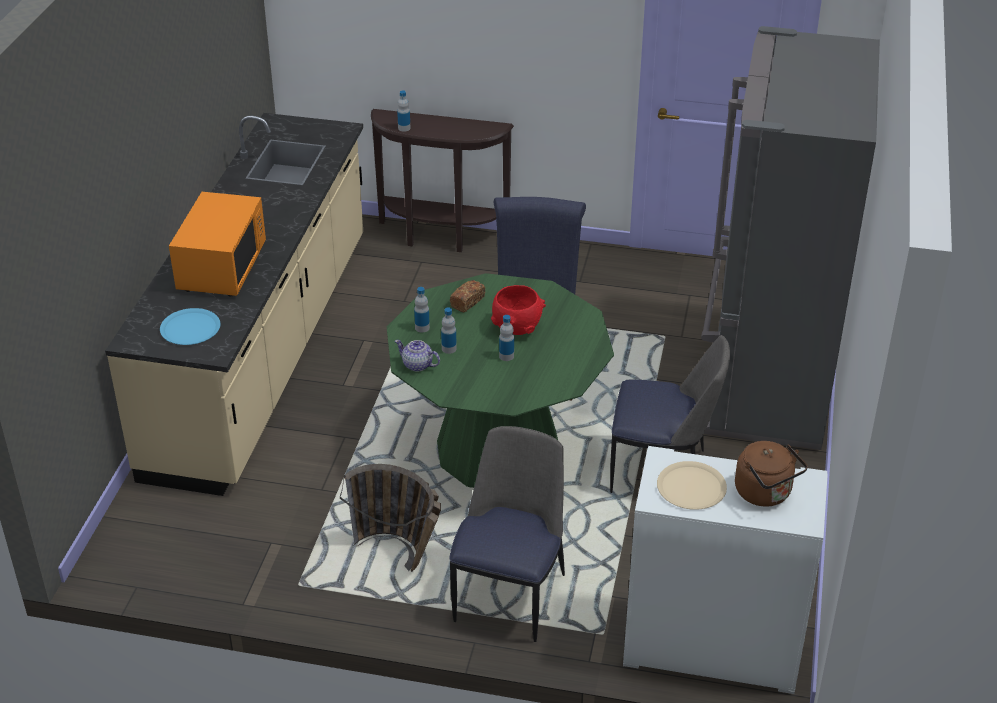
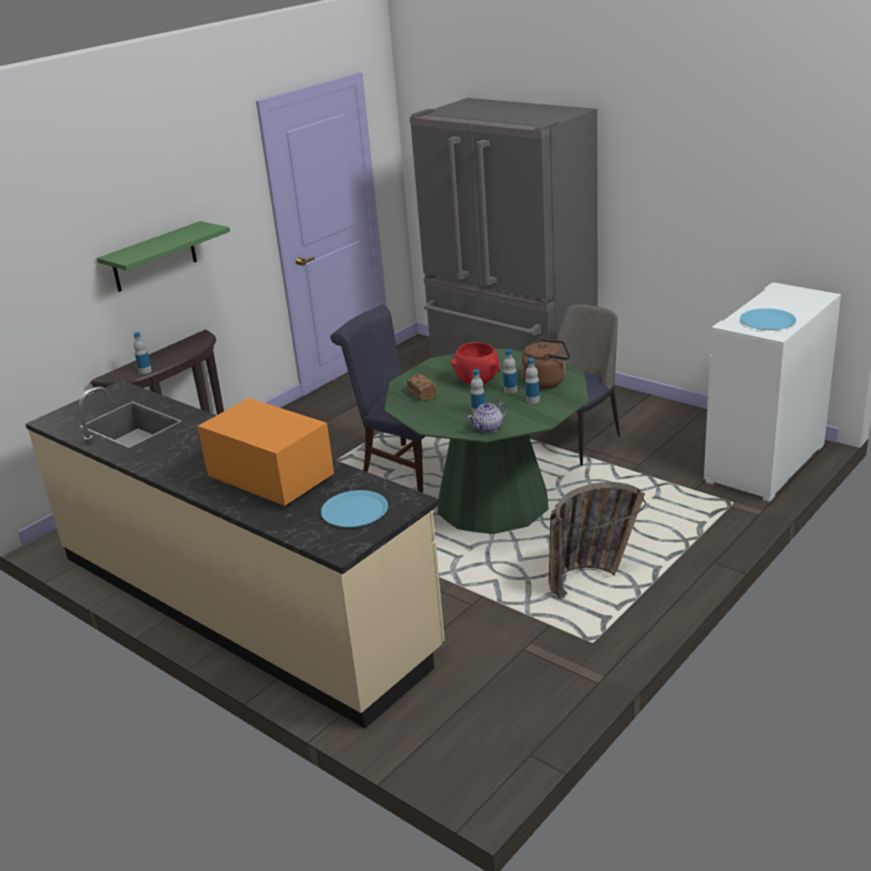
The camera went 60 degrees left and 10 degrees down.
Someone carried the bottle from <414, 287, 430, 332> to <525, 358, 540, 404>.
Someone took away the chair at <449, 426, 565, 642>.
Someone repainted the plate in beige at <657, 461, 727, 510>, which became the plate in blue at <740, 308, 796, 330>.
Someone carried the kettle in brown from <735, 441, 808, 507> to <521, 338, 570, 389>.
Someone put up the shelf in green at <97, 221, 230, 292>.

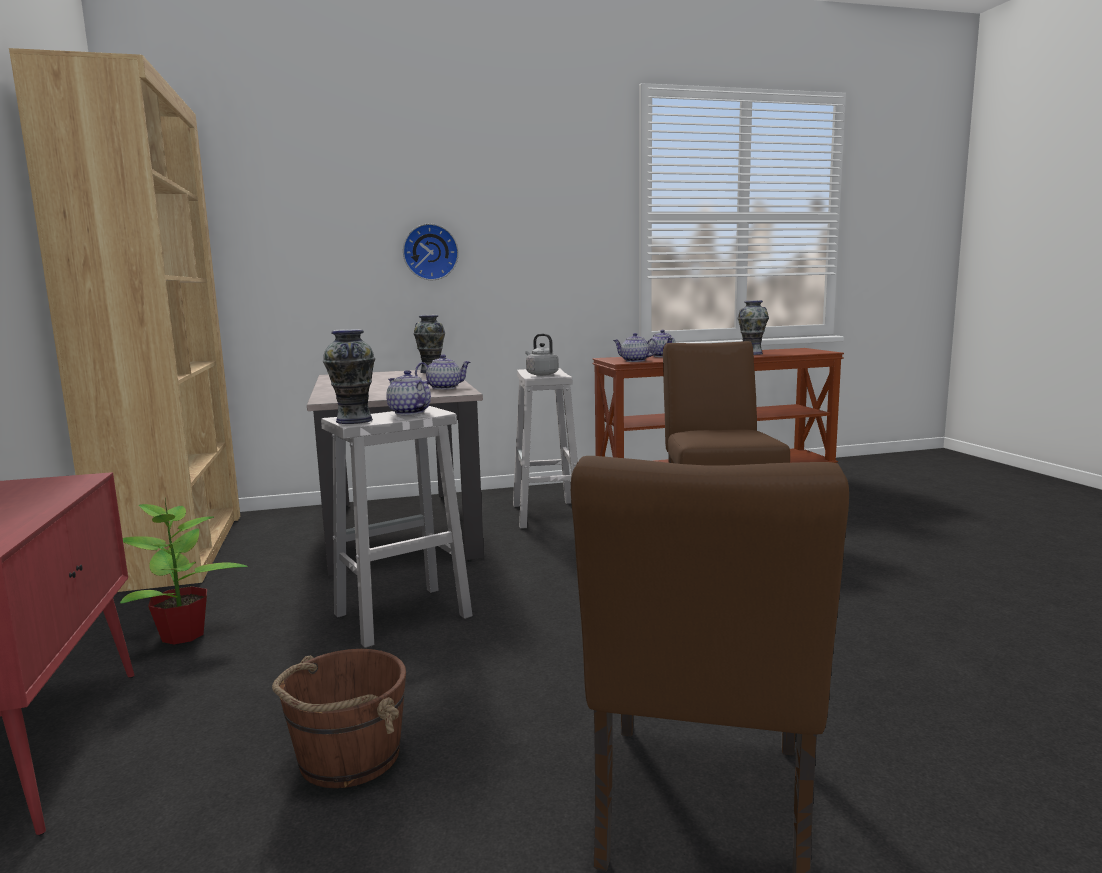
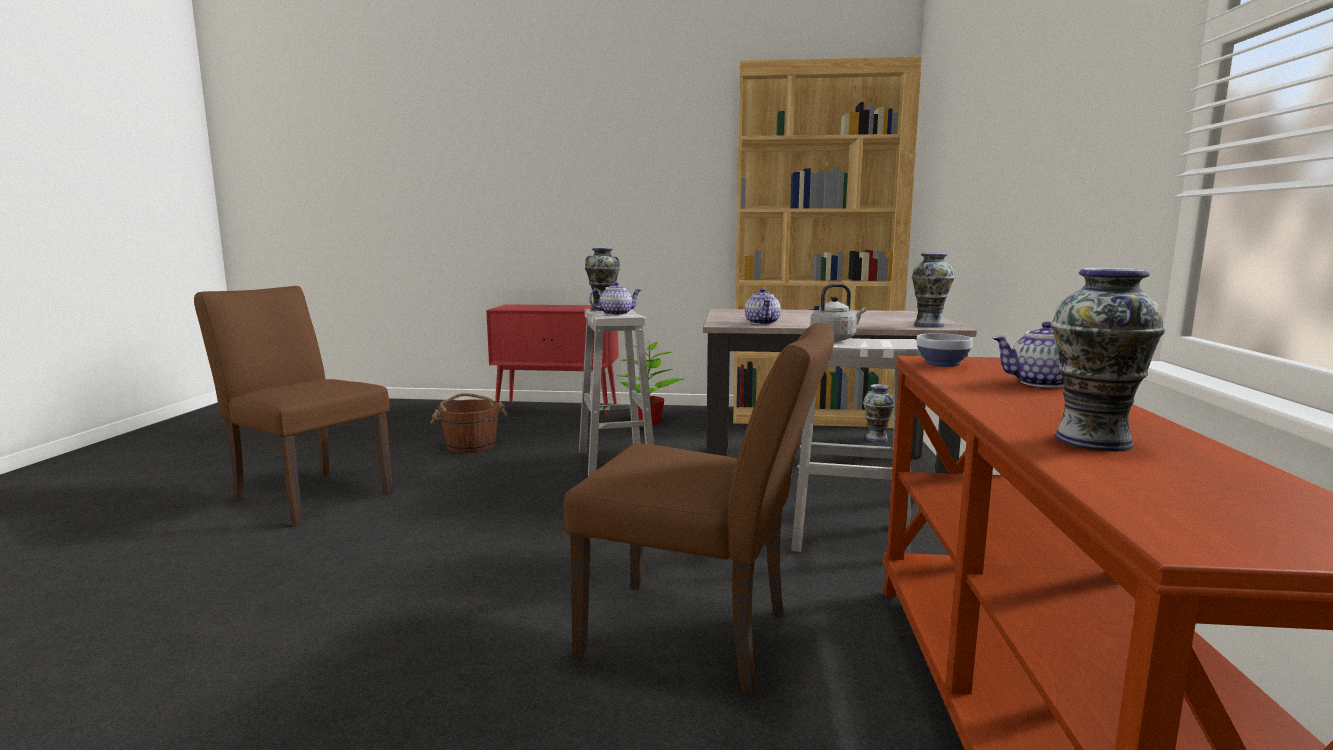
The camera went 110 degrees right and 0 degrees up.
Someone took away the wall clock at <403, 224, 459, 280>.
Someone swapped the teapot at <613, 333, 658, 362> for the bowl at <916, 333, 973, 367>.
Someone put down the vase at <863, 384, 894, 442>.

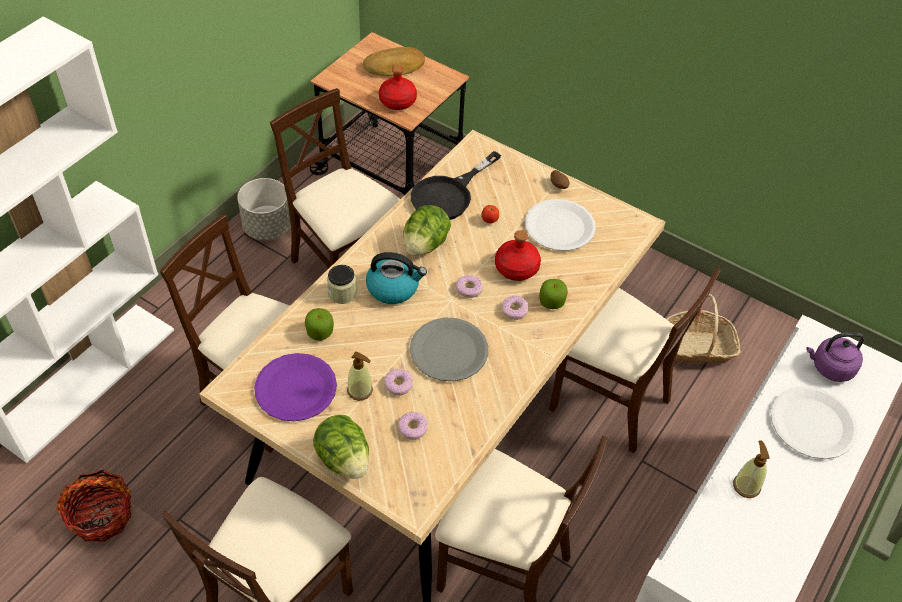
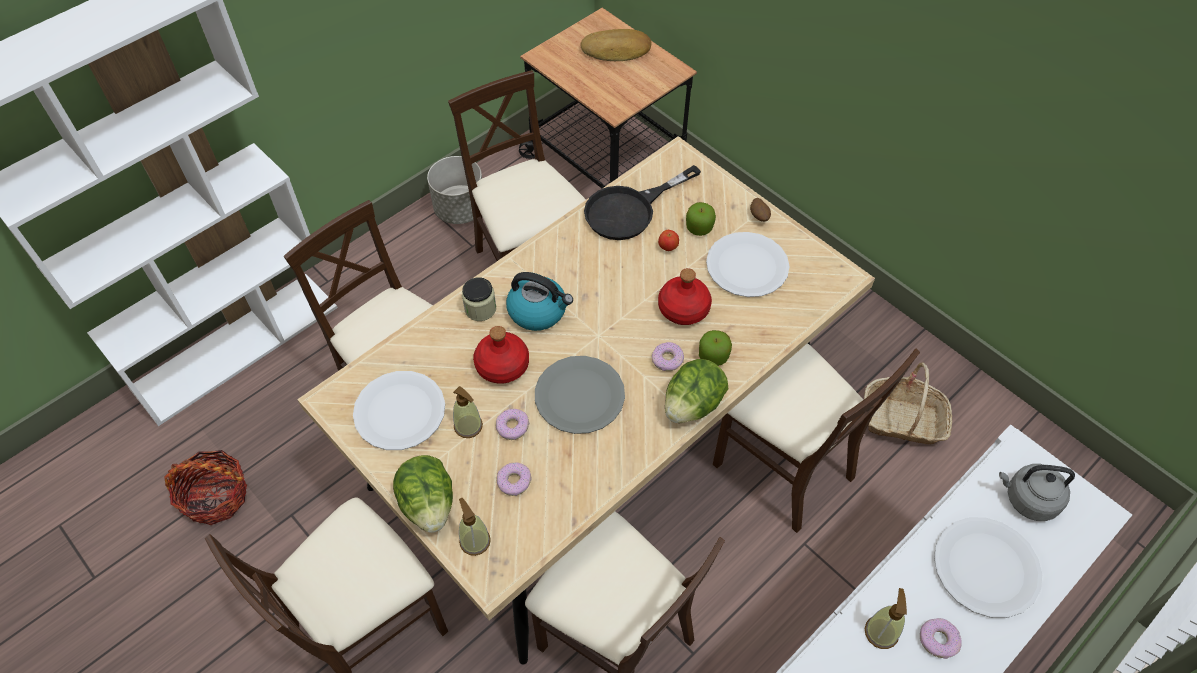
The camera went 15 degrees right and 5 degrees up.
Someone repainted the plate in purple at <254, 353, 337, 421>, which became the plate in white at <353, 371, 445, 450>.
Someone carried the apple from <305, 308, 334, 341> to <686, 202, 716, 236>.
Someone carried the bottle in red from <379, 66, 417, 110> to <473, 326, 529, 384>.
Someone carried the lettuce from <403, 205, 451, 256> to <665, 359, 728, 423>.
Someone carried the donut from <456, 275, 483, 298> to <920, 618, 962, 659>.
Someone repainted the kettle in purple at <806, 333, 865, 382>, which became the kettle in grey at <999, 464, 1075, 521>.
Someone put down the soap dispenser at <459, 498, 491, 556>.

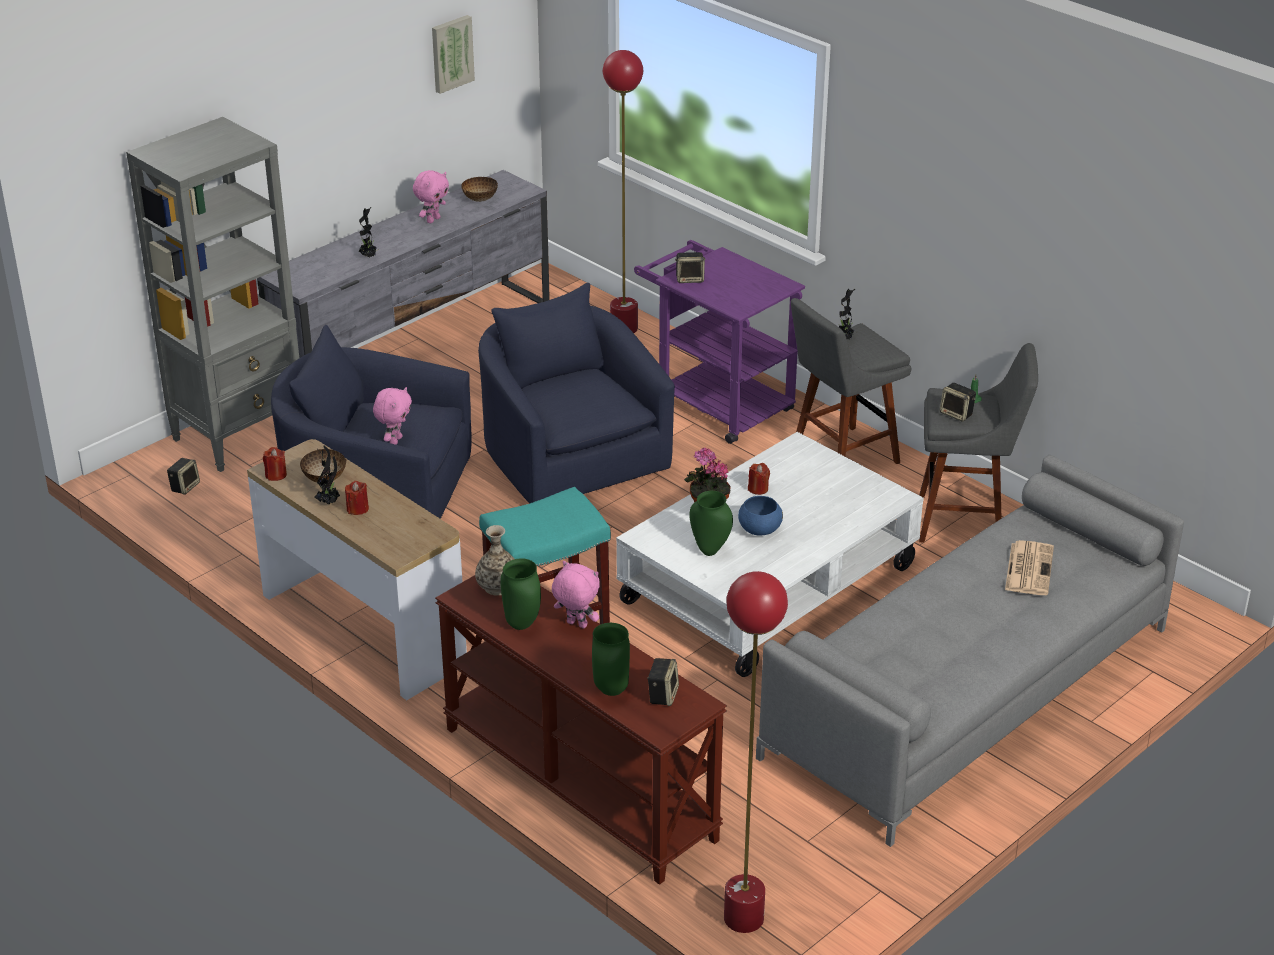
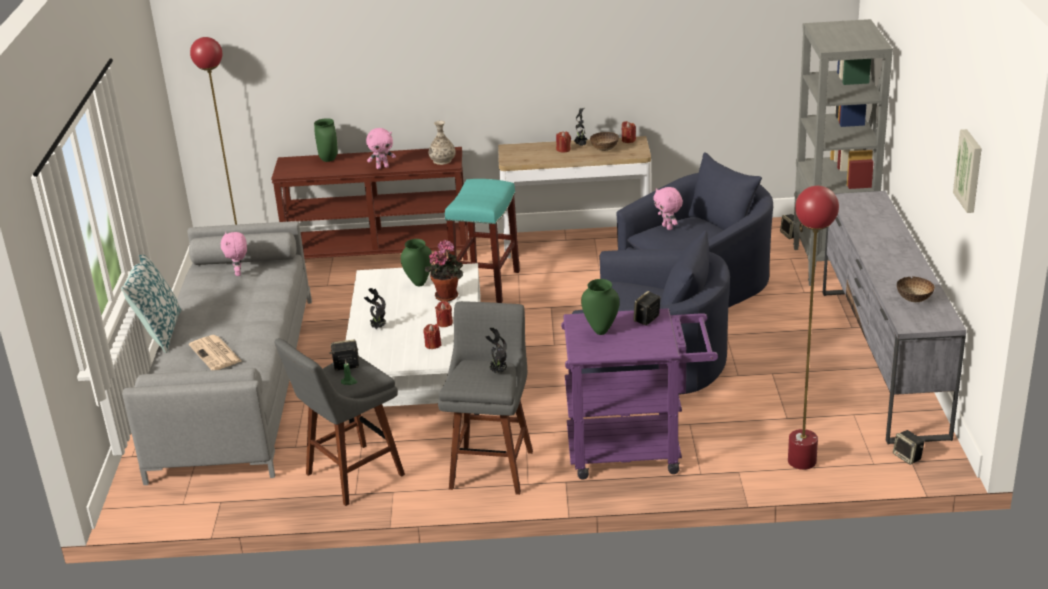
The camera went 135 degrees right and 5 degrees down.
Someone carried the potted plant from <359, 207, 377, 258> to <364, 288, 386, 329>.
Someone carried the plush toy in pink from <413, 170, 449, 223> to <221, 232, 247, 276>.
Someone carried the vase in green from <500, 558, 541, 630> to <581, 279, 620, 335>.
Someone carried the speaker from <647, 658, 679, 706> to <893, 430, 924, 465>.
Someone took away the bowl in blue at <738, 496, 783, 535>.
Someone put down the pillow at <121, 255, 181, 353>.
Someone put down the candle in red at <423, 324, 441, 349>.

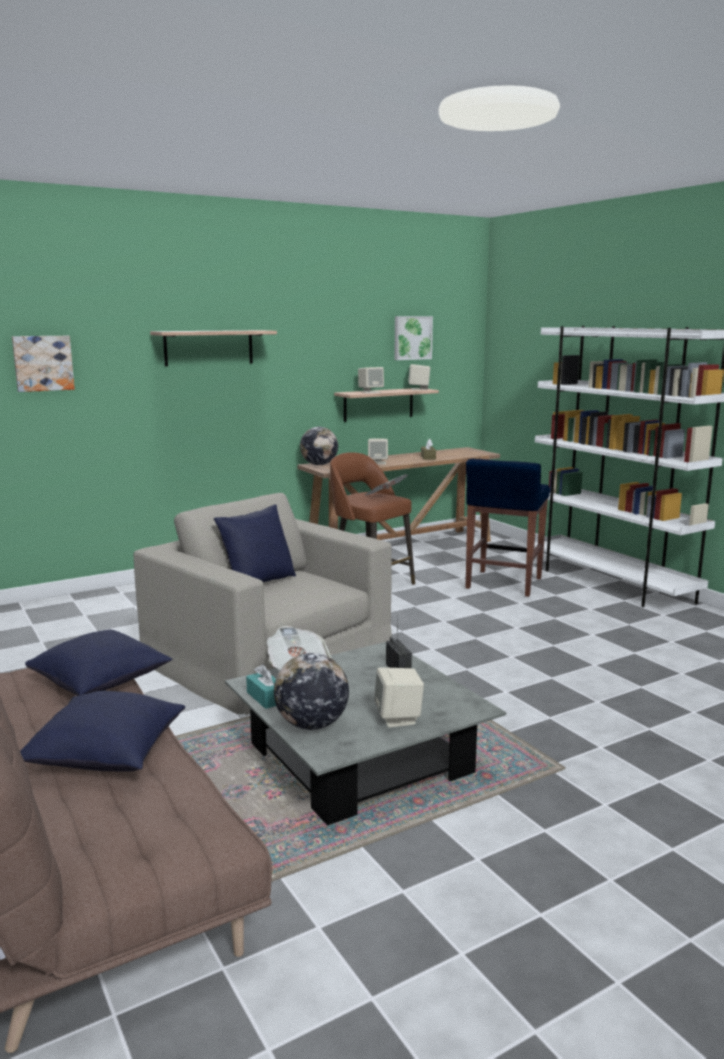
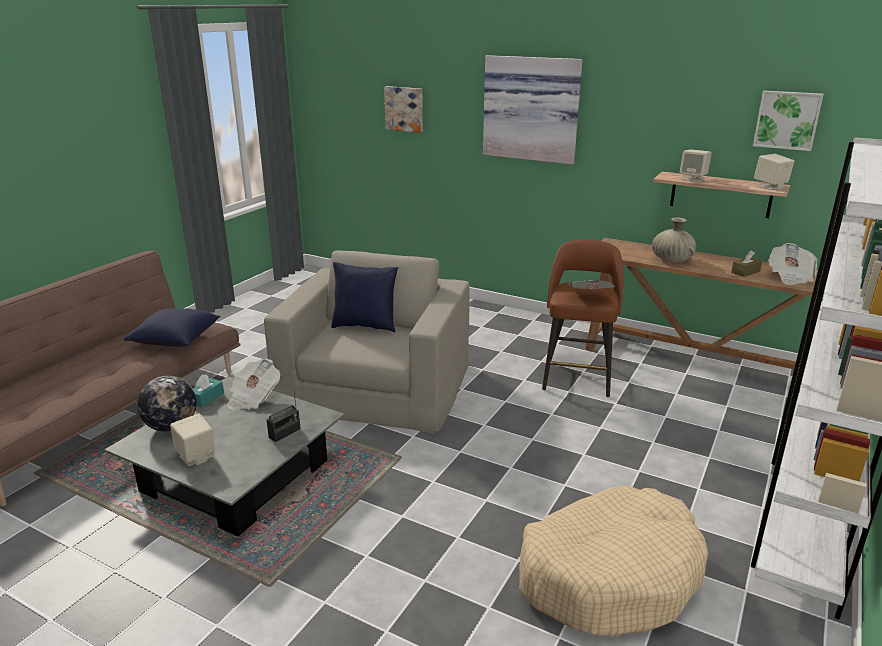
The camera went 60 degrees right and 10 degrees up.
Someone took away the pillow in blue at <20, 691, 185, 772>.
Someone swapped the shelf at <150, 330, 277, 366> for the picture at <483, 55, 583, 164>.
Someone took away the globe at <300, 427, 338, 465>.
Someone swapped the speaker in beige at <368, 439, 388, 465> for the vase in beige at <652, 217, 696, 263>.
Someone took away the stool in blue at <465, 459, 550, 597>.
Someone put down the dog bed in beige at <519, 485, 708, 637>.
Someone put down the newspaper at <768, 243, 818, 285>.

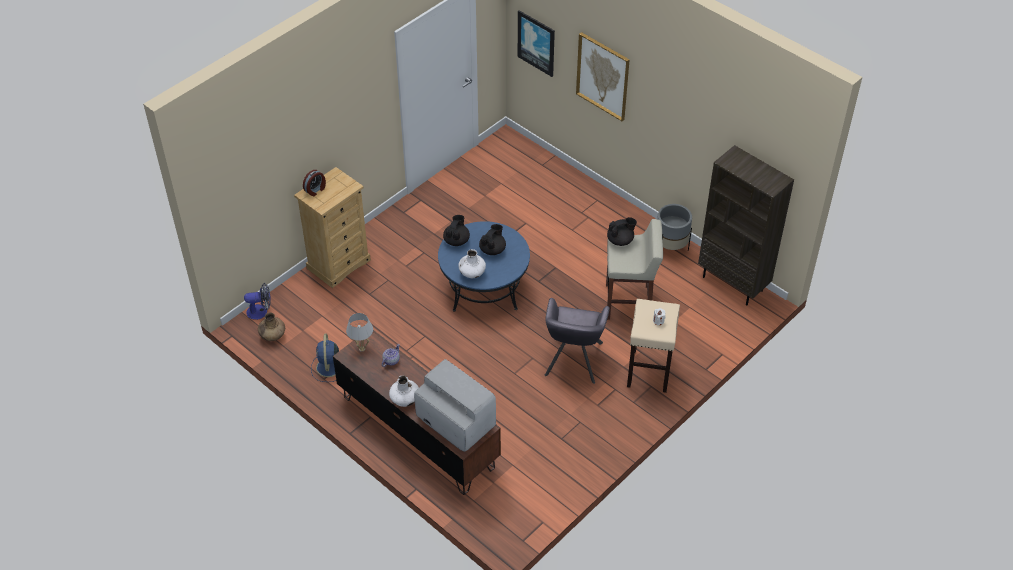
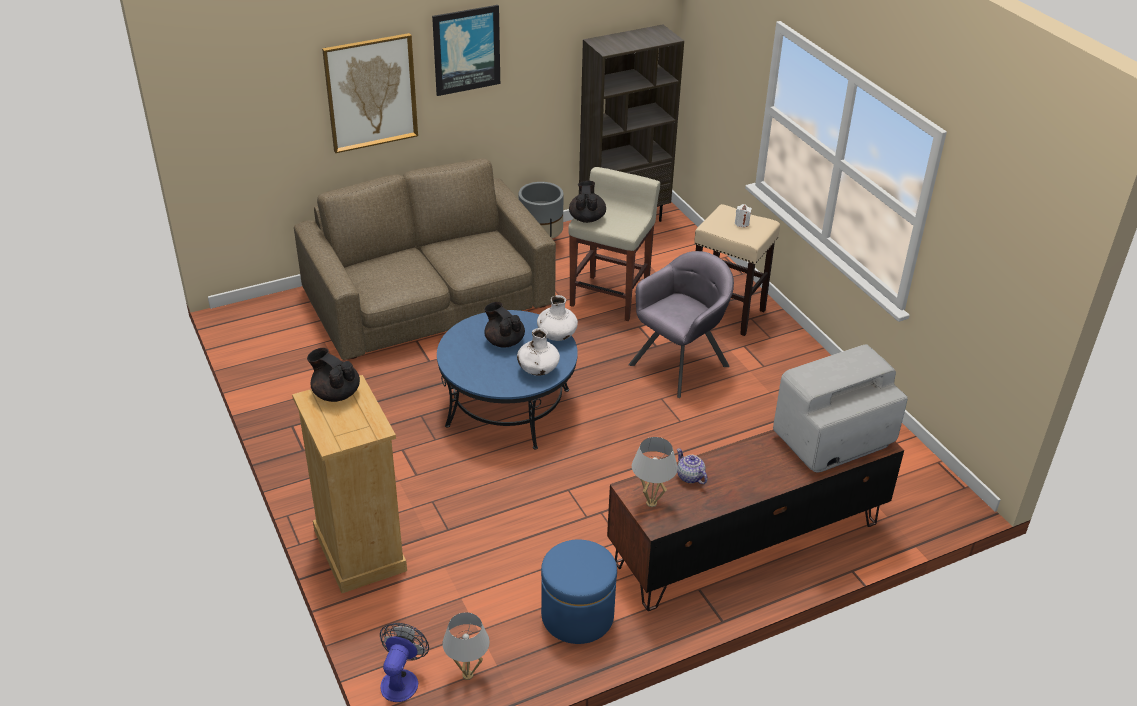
The camera went 70 degrees left and 10 degrees down.
Someone swapped the vase in brown at <258, 313, 285, 341> for the table lamp in white at <442, 612, 490, 680>.
Someone took away the alarm clock at <303, 170, 326, 196>.
Someone swapped the fan in blue at <311, 333, 339, 382> for the ottoman in blue at <541, 540, 617, 644>.
Someone carried the vase in white from <389, 375, 419, 407> to <537, 295, 578, 341>.
Someone carried the teapot in black from <443, 215, 470, 246> to <307, 348, 360, 402>.
Someone carried the picture from <518, 10, 555, 77> to <432, 5, 500, 96>.
Someone rotated the armchair in grey at <544, 298, 610, 384> by 75 degrees counterclockwise.
Someone put down the sofa in brown at <294, 158, 556, 360>.

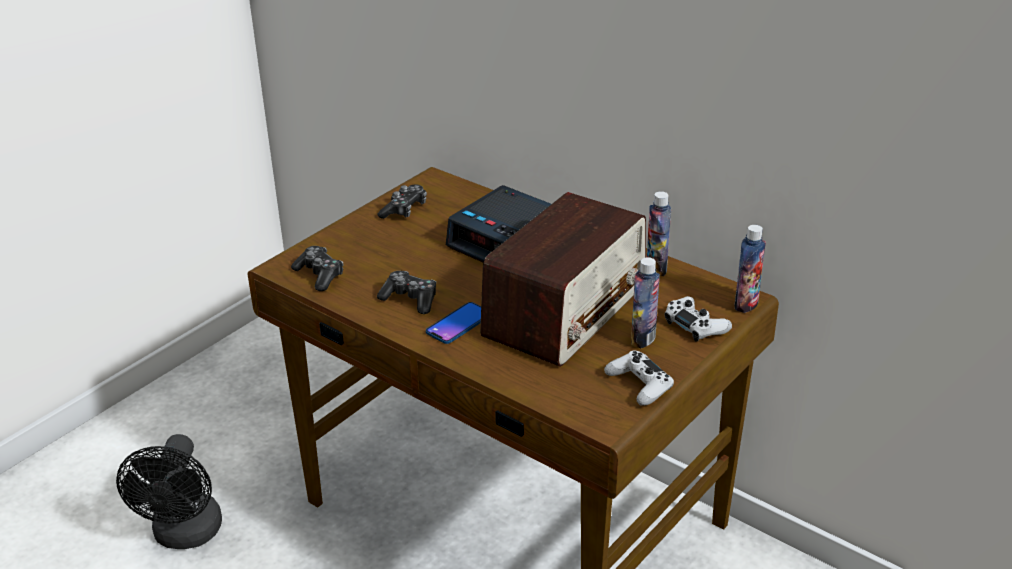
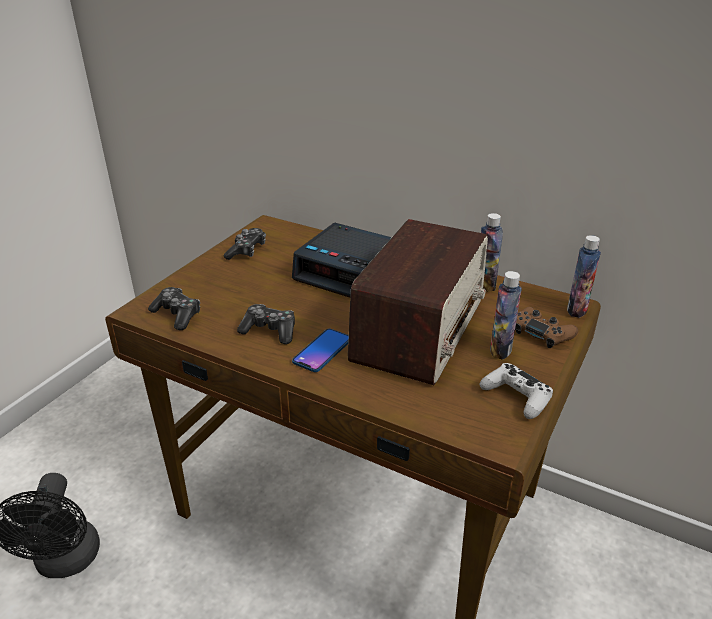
The camera went 10 degrees left and 0 degrees up.
Someone repainted the game controller in white at <664, 296, 732, 342>, which became the game controller in brown at <515, 307, 578, 348>.

